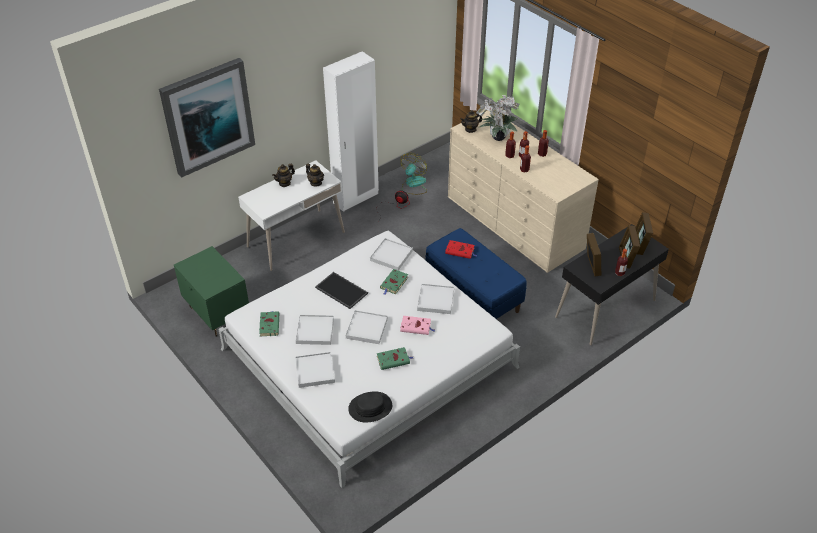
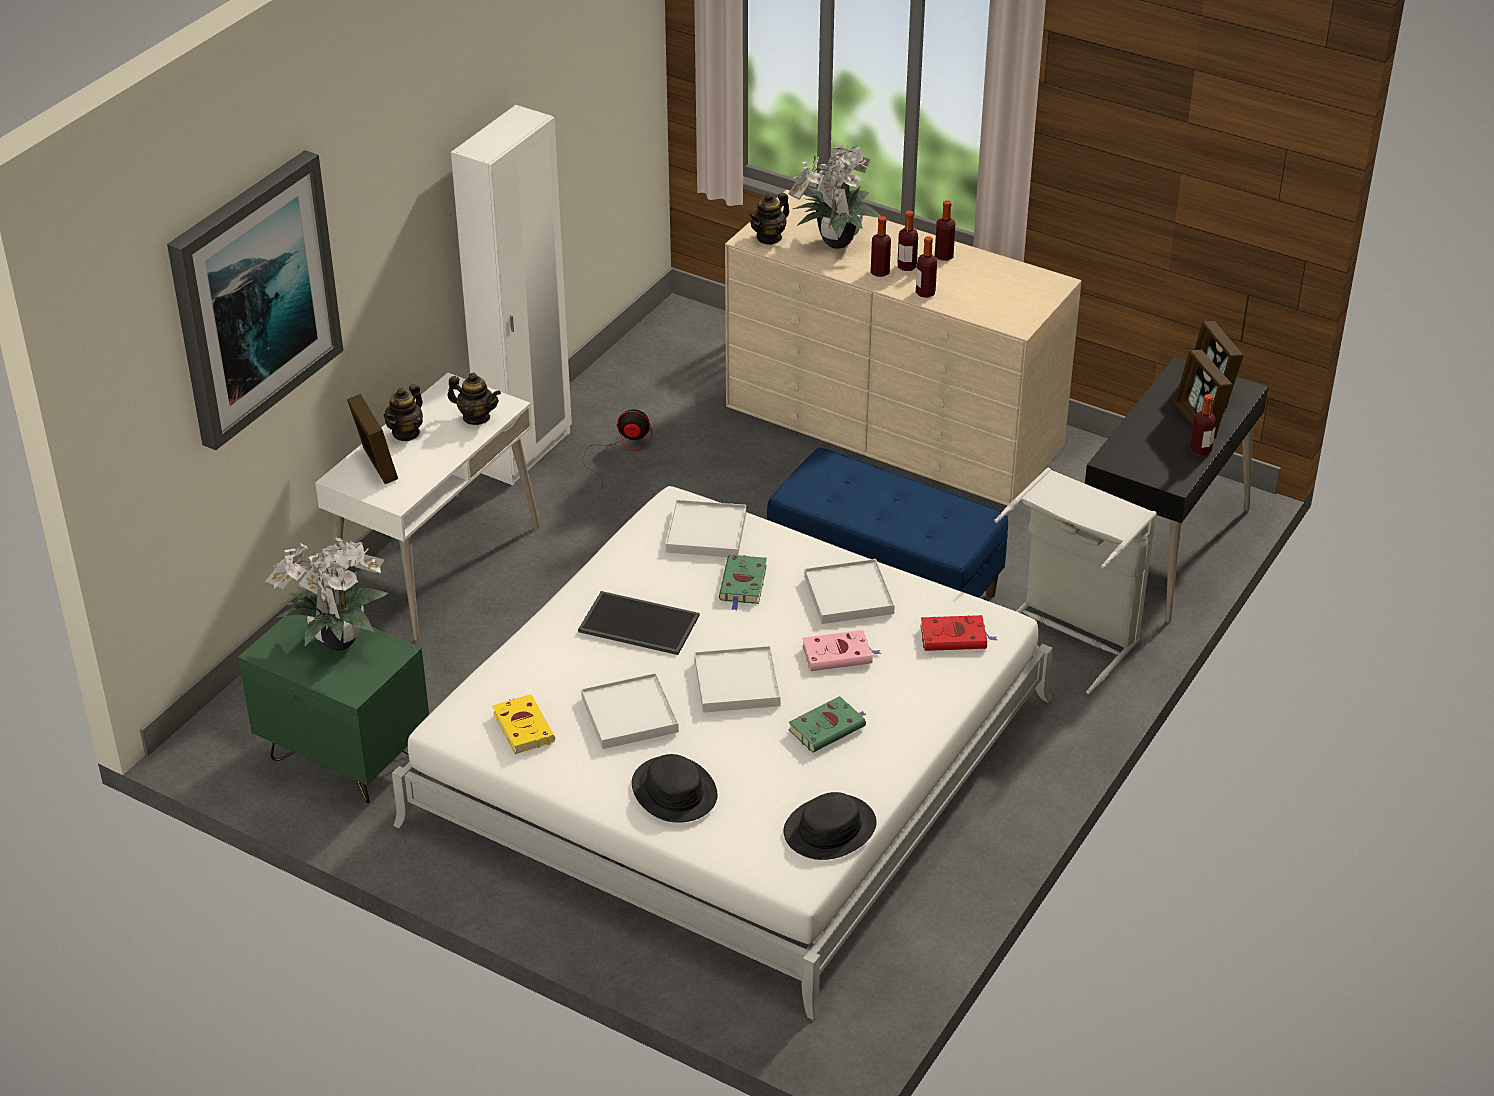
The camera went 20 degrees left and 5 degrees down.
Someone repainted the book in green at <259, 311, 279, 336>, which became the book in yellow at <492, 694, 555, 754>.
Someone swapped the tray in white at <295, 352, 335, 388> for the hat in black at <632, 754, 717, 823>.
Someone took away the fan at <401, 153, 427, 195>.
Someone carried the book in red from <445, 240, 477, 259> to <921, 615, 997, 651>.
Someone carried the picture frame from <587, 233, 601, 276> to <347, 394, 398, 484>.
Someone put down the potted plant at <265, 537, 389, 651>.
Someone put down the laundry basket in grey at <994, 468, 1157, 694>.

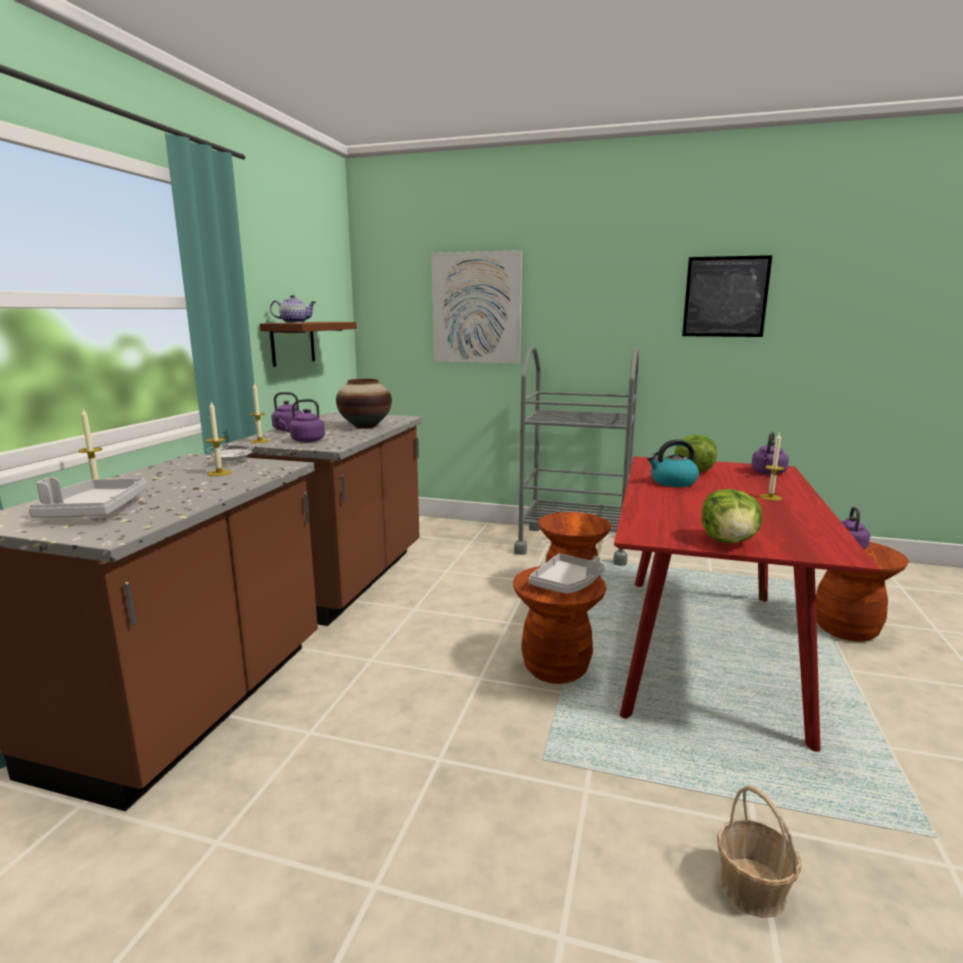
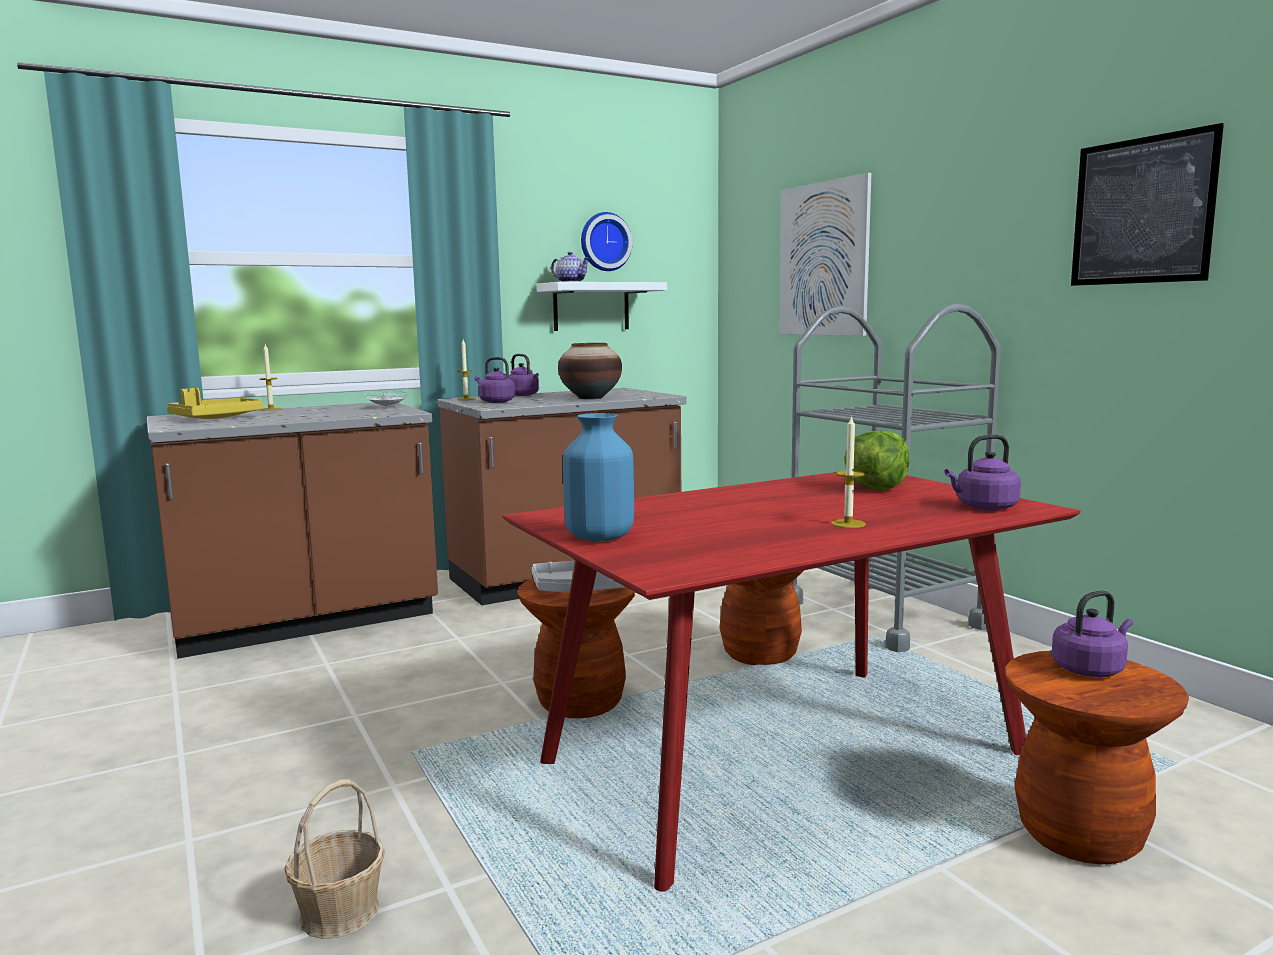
The camera went 45 degrees right and 5 degrees down.
Someone repainted the tray in grey at <29, 477, 147, 518>, which became the tray in yellow at <167, 388, 263, 419>.
Someone took away the candle at <205, 402, 231, 476>.
Someone repainted the shelf in brown at <260, 322, 357, 367>, which became the shelf in white at <536, 282, 667, 331>.
Someone took away the kettle at <647, 439, 699, 487>.
Someone swapped the lettuce at <702, 489, 763, 543> for the vase in blue at <563, 413, 634, 541>.
Someone put up the wall clock at <581, 212, 633, 271>.

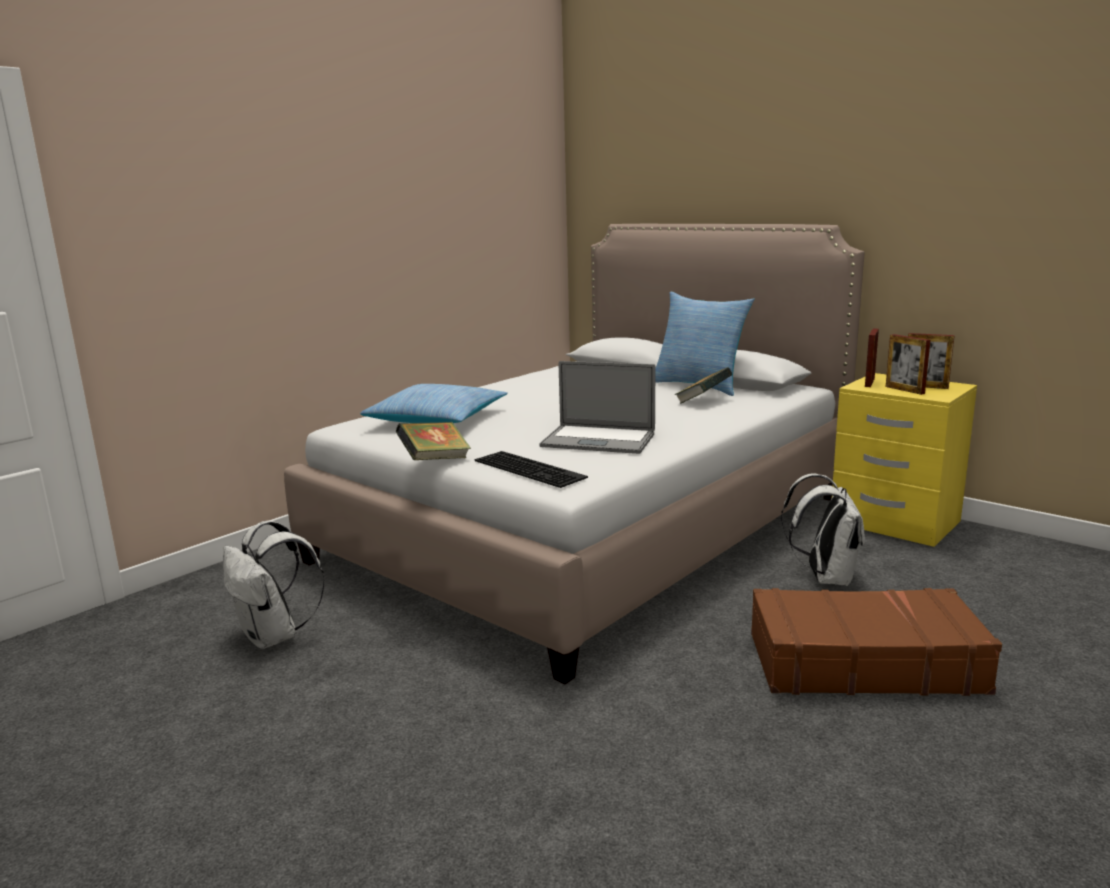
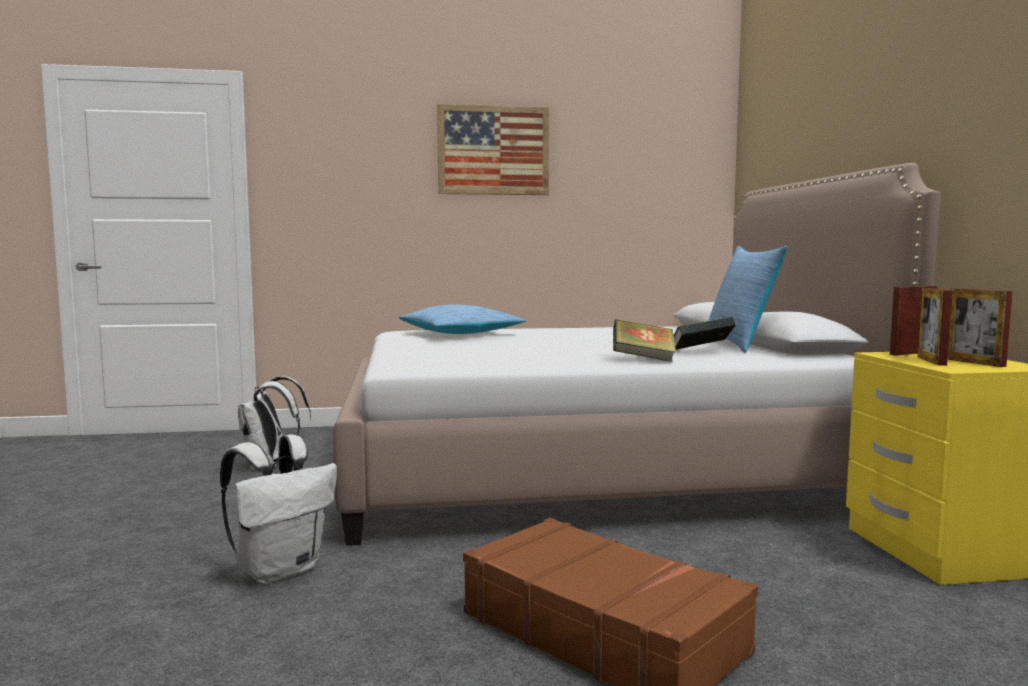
The camera went 40 degrees right and 10 degrees down.
Someone carried the book from <396, 422, 471, 460> to <613, 319, 676, 362>.
Someone took away the keyboard at <475, 451, 588, 488>.
Someone took away the laptop at <540, 361, 655, 454>.
Someone carried the backpack in white from <781, 473, 865, 586> to <220, 435, 337, 584>.
Someone put up the picture at <437, 104, 550, 195>.

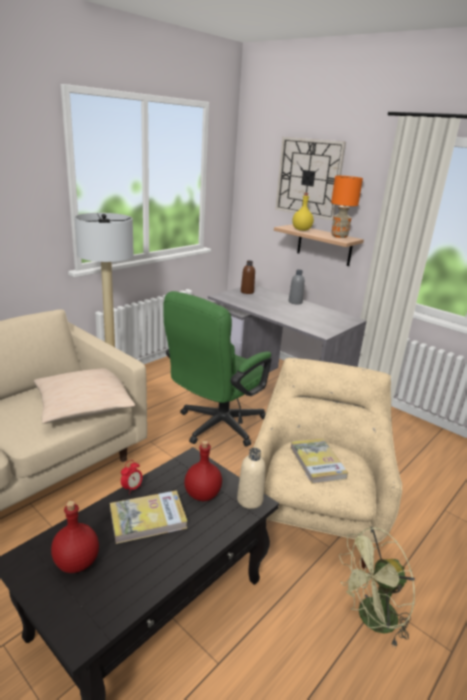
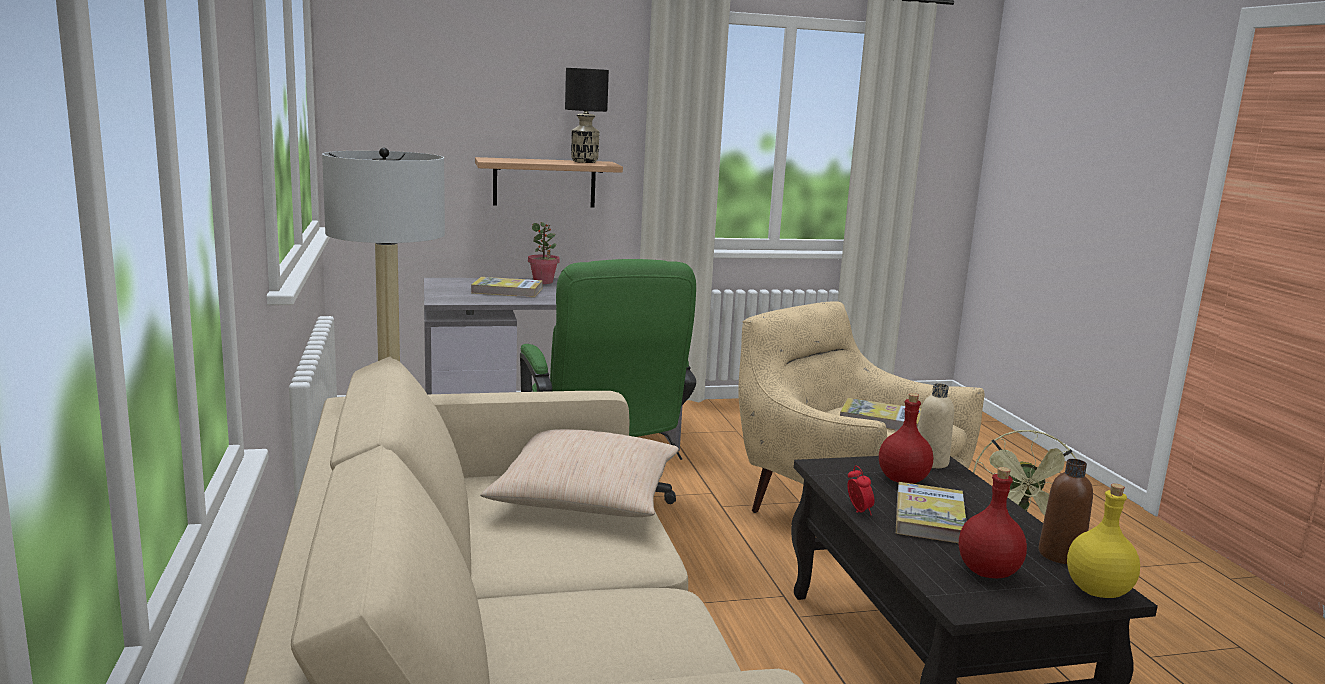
The camera went 55 degrees left and 10 degrees down.
Someone carried the bottle in brown from <241, 260, 255, 294> to <1038, 459, 1093, 564>.
Someone took away the wall clock at <275, 137, 346, 221>.
Someone swapped the bottle in grey at <289, 270, 305, 304> for the potted plant at <528, 222, 560, 284>.
Someone carried the bottle in yellow from <292, 193, 314, 231> to <1067, 483, 1140, 598>.
Someone repainted the table lamp in orange at <331, 176, 363, 238>, which became the table lamp in black at <565, 68, 609, 163>.
Someone put down the book at <471, 277, 543, 297>.

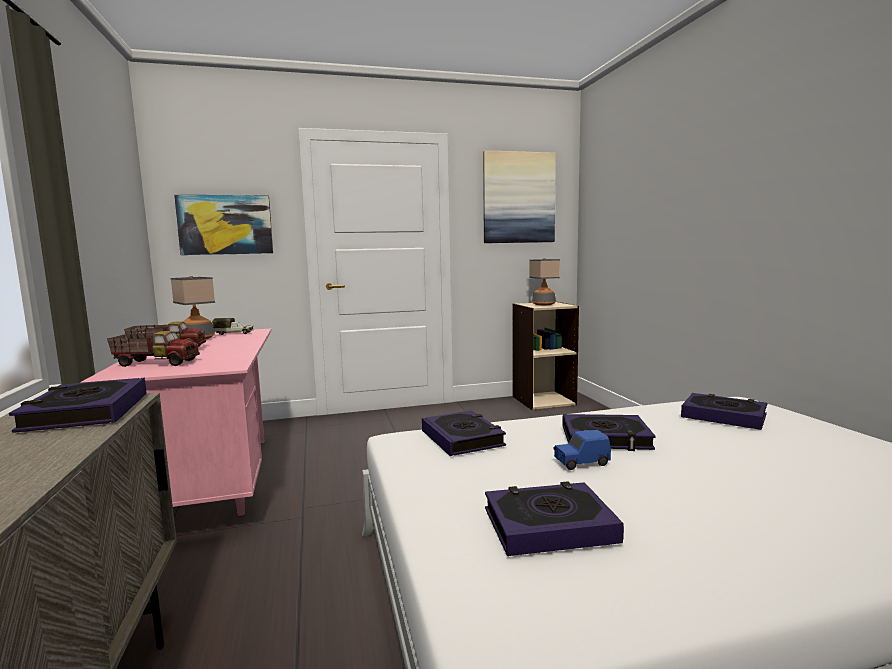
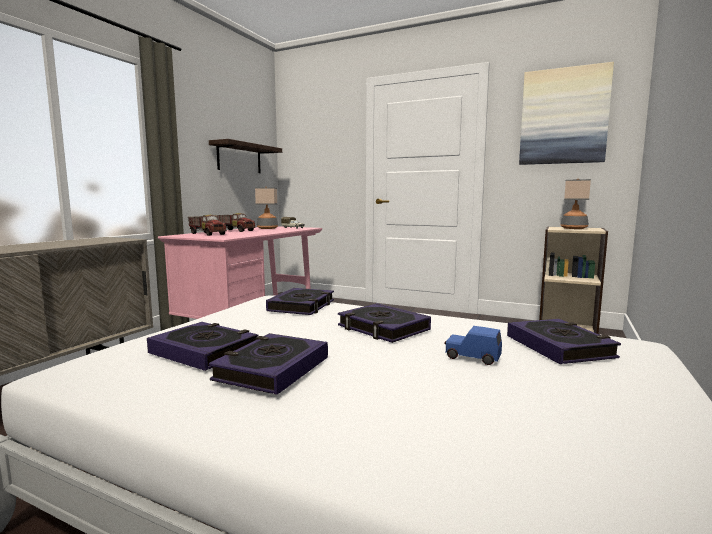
The camera went 40 degrees right and 0 degrees up.
Someone carried the book from <9, 378, 147, 433> to <209, 333, 328, 395>.
Someone took away the picture at <174, 195, 273, 255>.
Someone carried the toy car in blue from <554, 430, 611, 470> to <445, 326, 502, 365>.
Someone put up the shelf at <209, 139, 282, 173>.

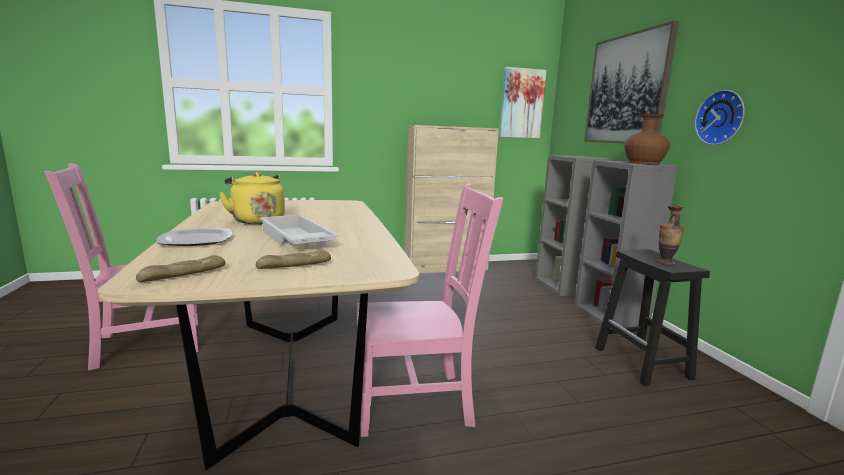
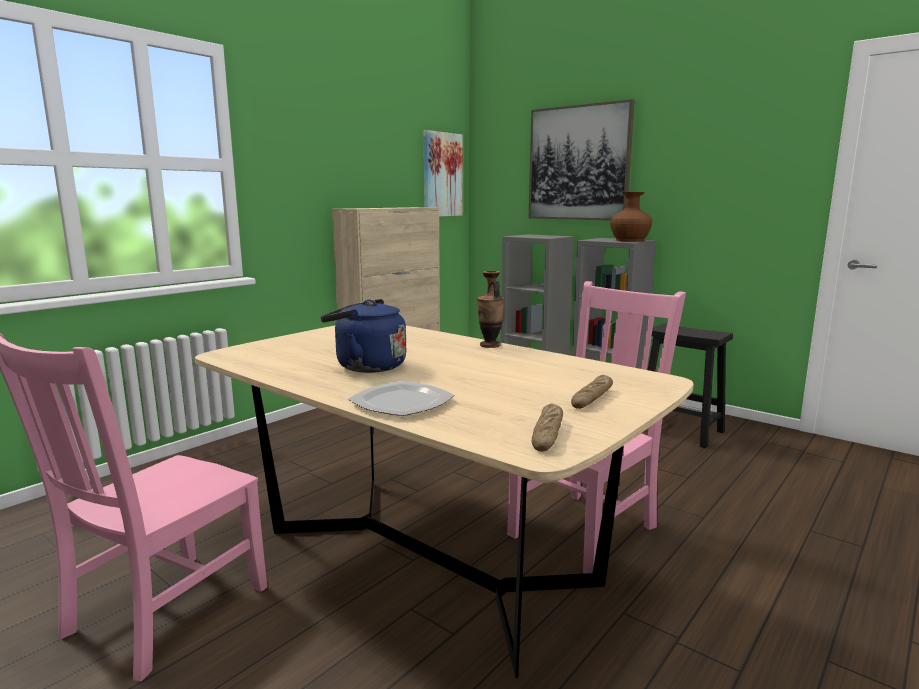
The camera went 35 degrees left and 0 degrees up.
Someone repainted the kettle in yellow at <219, 172, 285, 224>, which became the kettle in blue at <321, 299, 406, 373>.
Someone took away the tray in white at <260, 214, 340, 245>.
Someone carried the vase from <656, 205, 684, 265> to <477, 271, 504, 348>.
Someone took away the wall clock at <695, 90, 745, 145>.

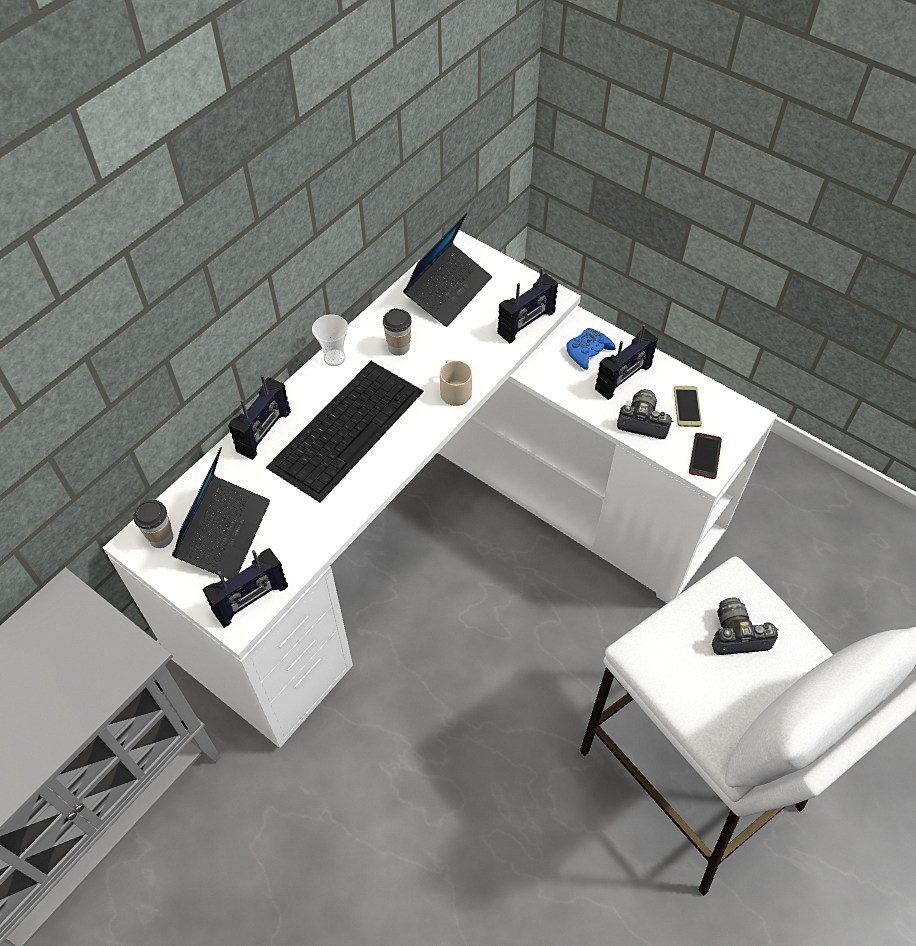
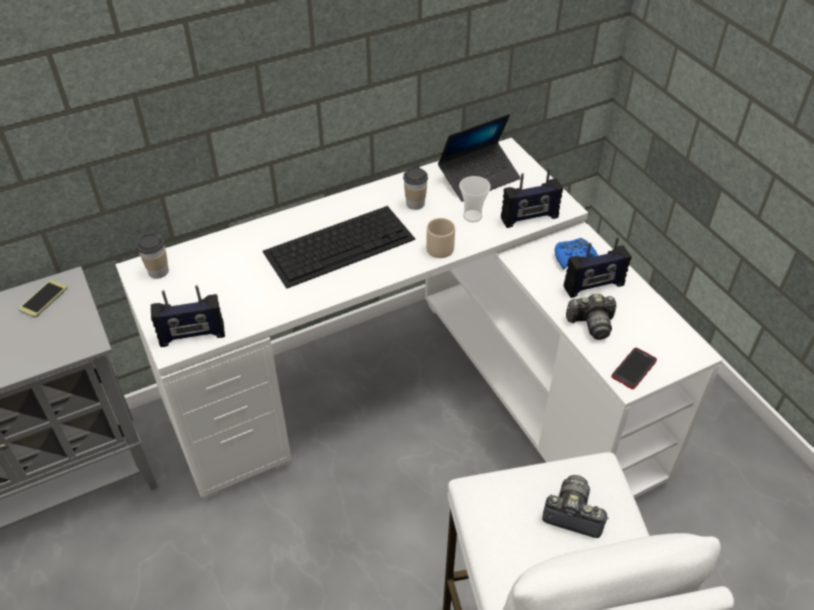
The camera went 25 degrees right and 10 degrees down.
Someone took away the laptop at <172, 447, 270, 579>.
Someone took away the radio at <228, 375, 291, 460>.
Someone carried the cup from <312, 314, 348, 366> to <459, 176, 491, 222>.
Someone rotated the photo camera at <617, 389, 673, 439> by 135 degrees clockwise.
Someone carried the phone from <674, 386, 702, 427> to <19, 280, 68, 317>.

